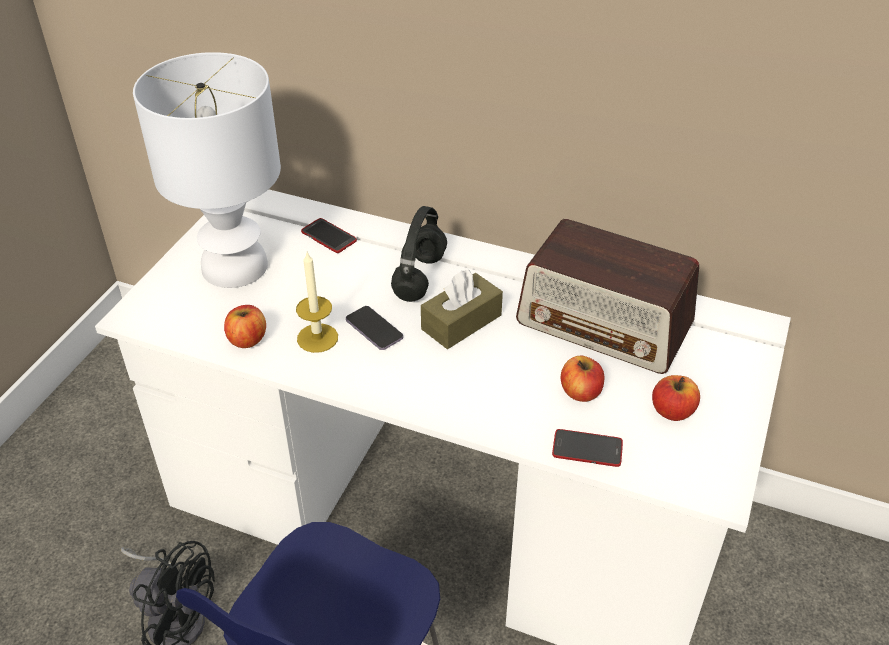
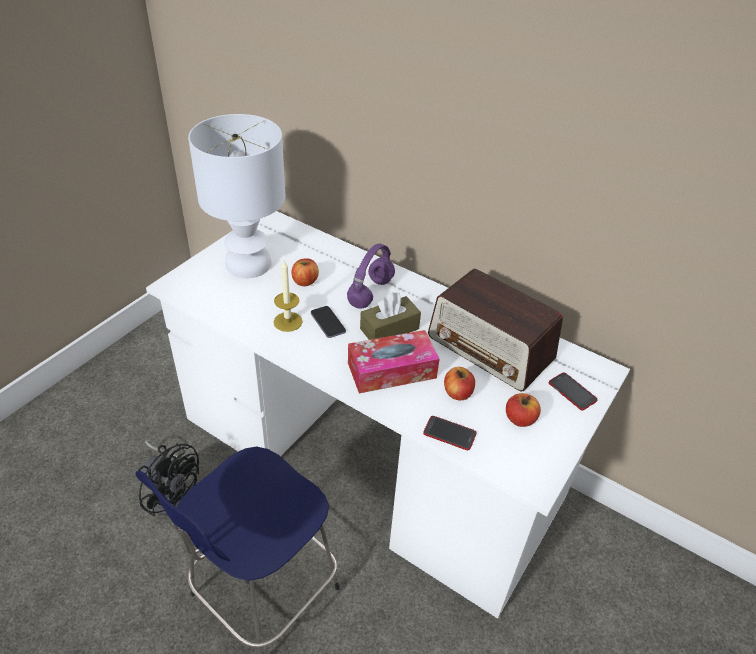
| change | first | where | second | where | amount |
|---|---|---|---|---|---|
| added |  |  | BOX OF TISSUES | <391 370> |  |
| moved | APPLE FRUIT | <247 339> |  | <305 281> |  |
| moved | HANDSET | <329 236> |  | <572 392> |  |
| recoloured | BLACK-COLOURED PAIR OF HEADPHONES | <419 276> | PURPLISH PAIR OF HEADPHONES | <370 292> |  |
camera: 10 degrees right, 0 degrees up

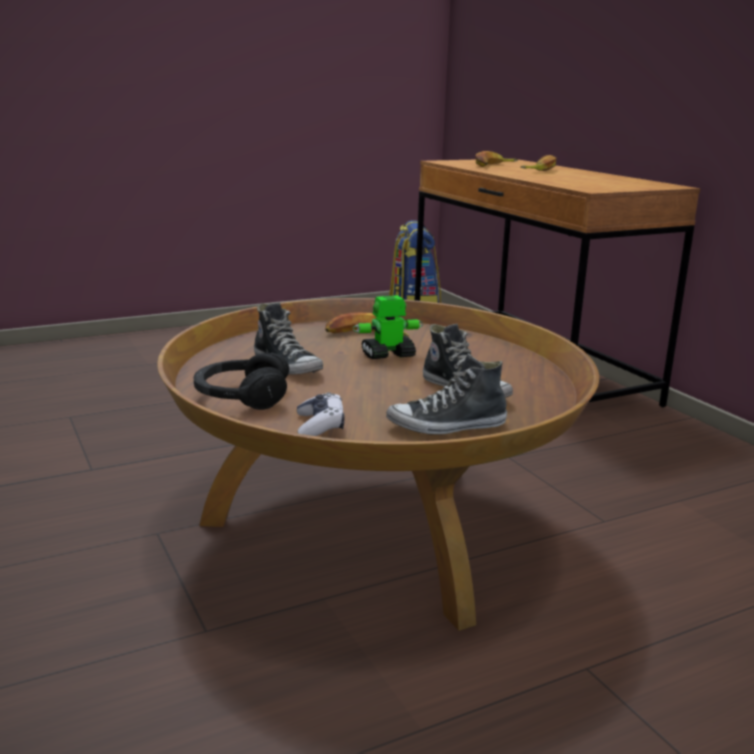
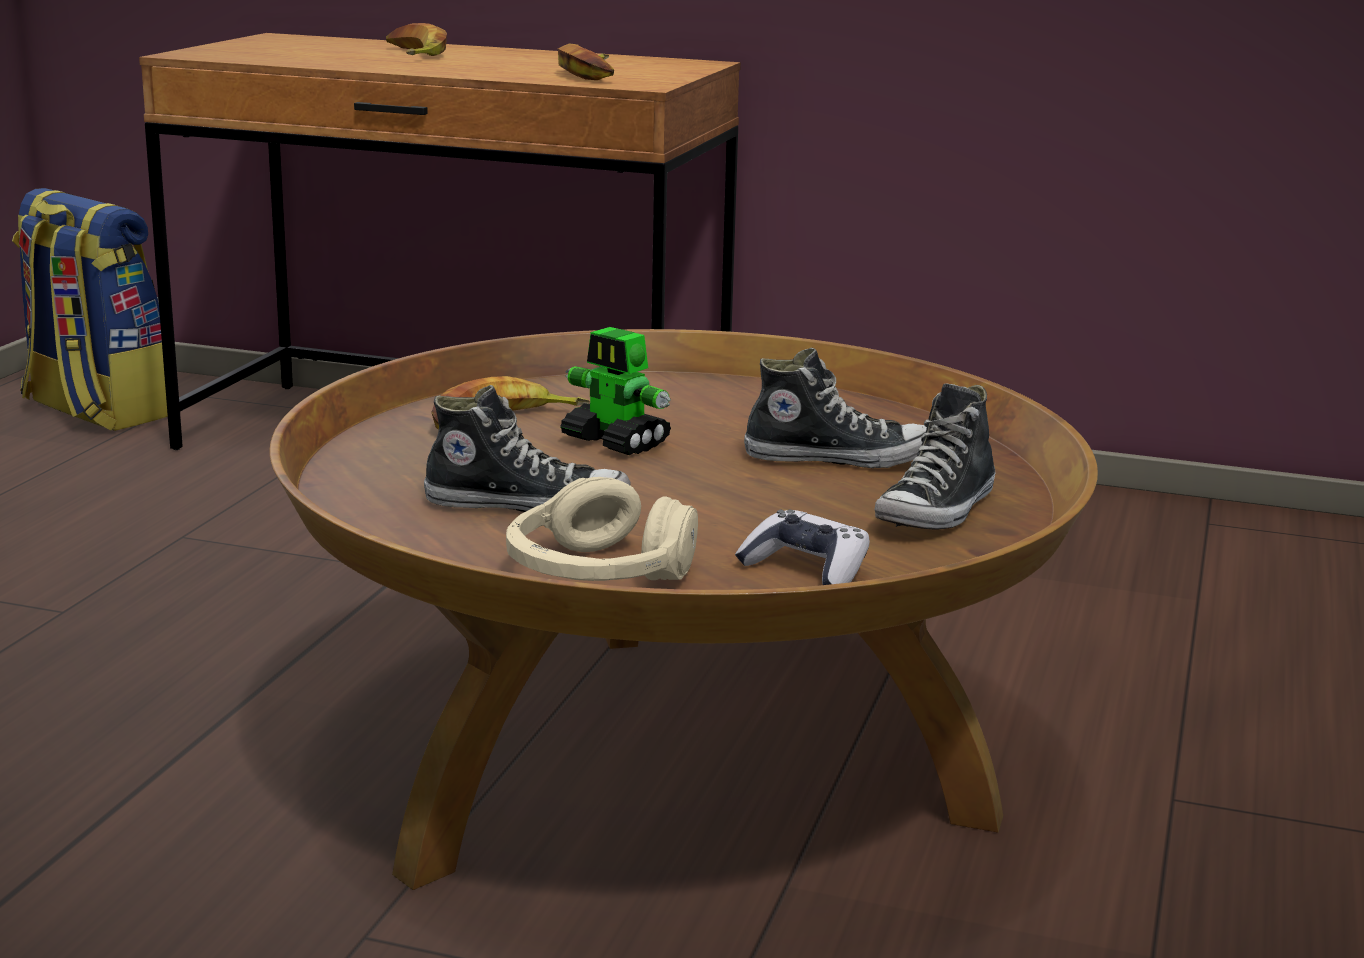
| change | first | where | second | where | amount |
|---|---|---|---|---|---|
| moved | BANANA FRUIT | <493 165> |  | <592 74> |  |
| recoloured | BLACK-COLOURED PAIR OF HEADPHONES | <241 397> | BEIGE-COLOURED PAIR OF HEADPHONES | <597 573> |  |
| turned | ROBOT FIGURE | <387 355> |  | <616 442> | 75 degrees counterclockwise |
camera: 45 degrees left, 0 degrees up

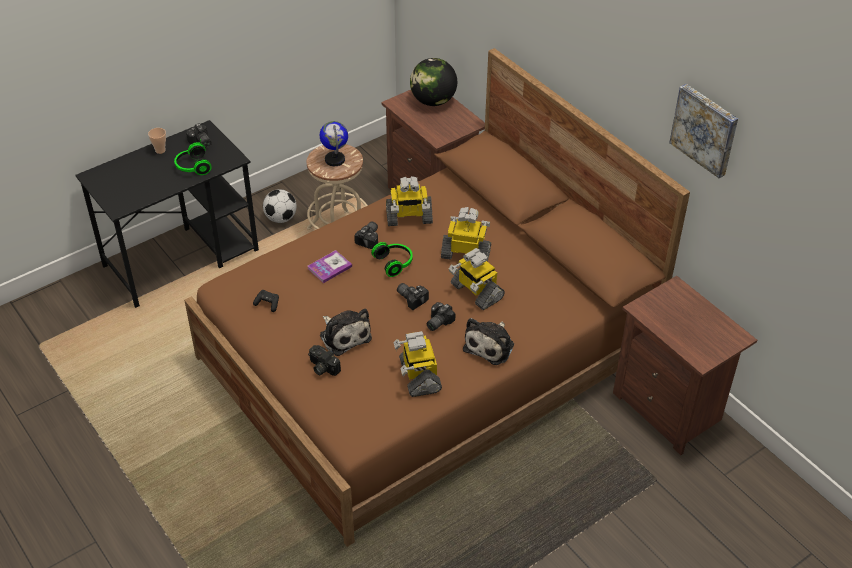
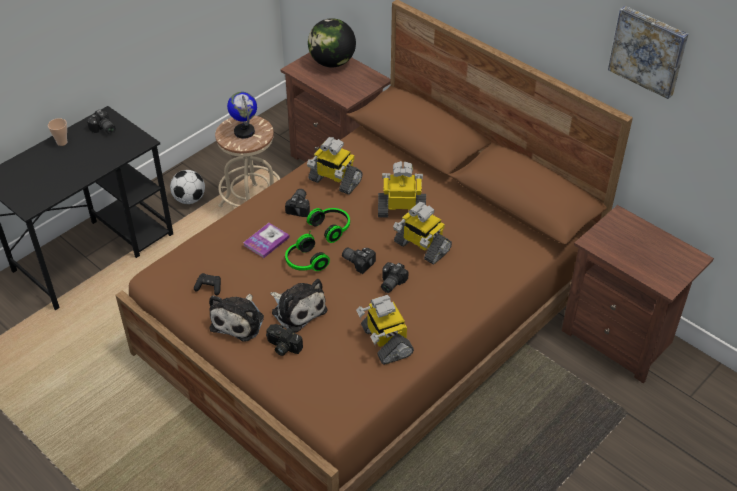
| change | first | where | second | where | amount |
|---|---|---|---|---|---|
| moved | PAIR OF HEADPHONES | <192 167> |  | <304 262> |  |
| moved | CUDDLY TOY | <490 345> |  | <239 321> |  |
| turned | ROBOT FIGURE | <409 218> |  | <334 181> | 45 degrees clockwise |
camera: 10 degrees left, 0 degrees up

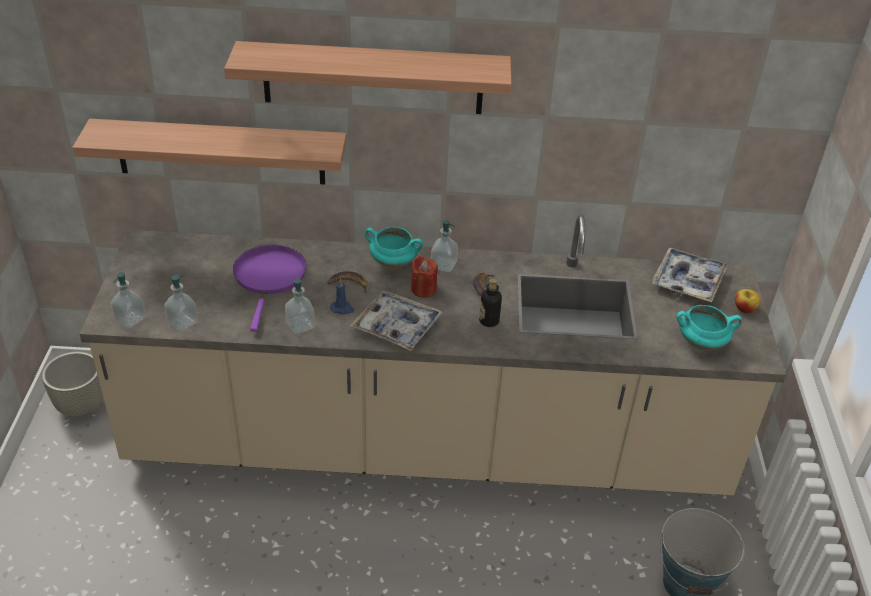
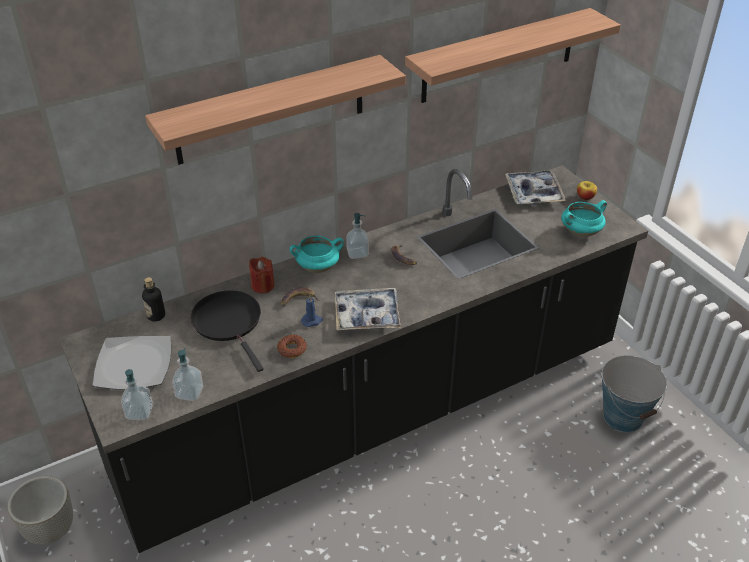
| change | first | where | second | where | amount |
|---|---|---|---|---|---|
| added |  |  | FLAT DISH | <133 365> |  |
| moved | SHELF | <220 152> |  | <499 56> |  |
| moved | REDDISH WAX CANDLE | <423 289> |  | <262 285> |  |
| moved | BOTTLE | <489 321> |  | <156 316> |  |
| replaced | SOAP BOTTLE | <300 325> | RING DOUGHNUT | <291 349> |  |
| recoloured | BEIGE-COLOURED COUNTER | <428 444> | BLACK-COLOURED COUNTER | <374 411> |  |
| recoloured | PURPLISH PAN | <269 278> | BLACK-COLOURED PAN | <229 323> |  |
camera: 30 degrees left, 0 degrees up

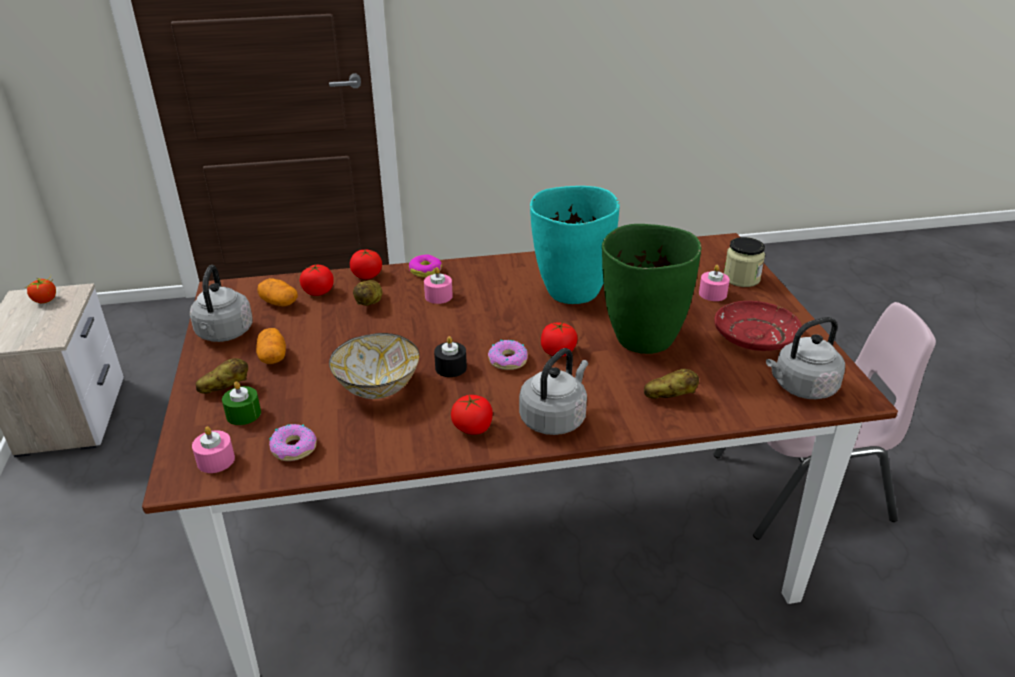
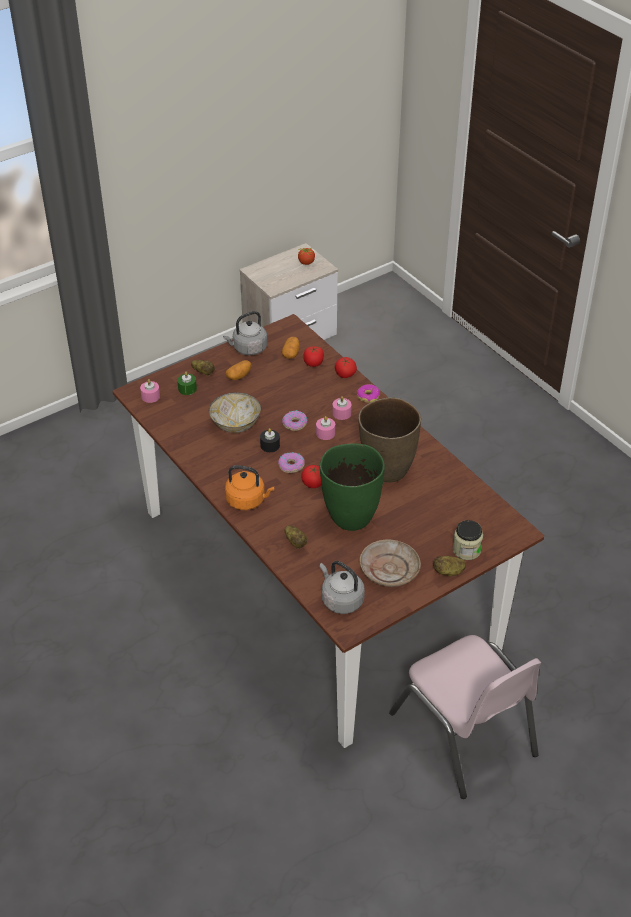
| change | first | where | second | where | amount |
|---|---|---|---|---|---|
| removed | TOMATO | <472 428> |  |  |  |
| moved | RING DOUGHNUT | <294 448> |  | <295 423> |  |
| moved | SPUD | <370 302> |  | <449 572> |  |
| moved | PINK WAX CANDLE | <712 294> |  | <325 433> |  |
| recoloured | GREY TEA KETTLE | <555 418> | ORANGE-COLOURED TEA KETTLE | <247 500> |  |
| recoloured | TURQUOISE-COLOURED VASE | <571 292> | BROWN-COLOURED VASE | <386 470> |  |
| recoloured | REDDISH FLAT DISH | <754 336> | BEIGE-COLOURED FLAT DISH | <389 569> |  |
camera: 65 degrees right, 10 degrees up

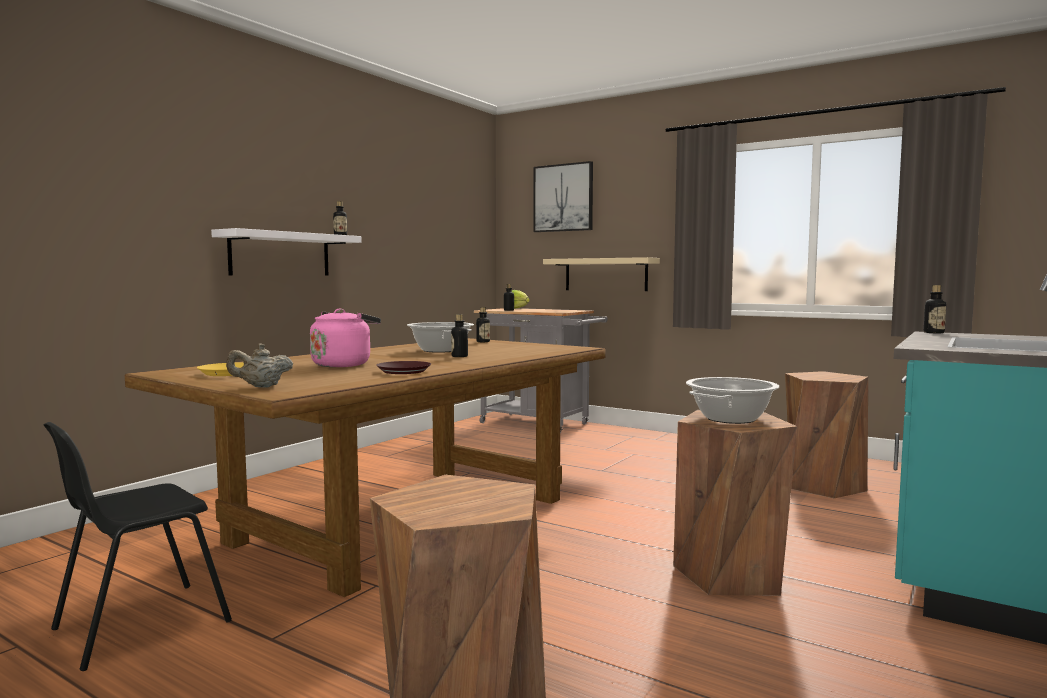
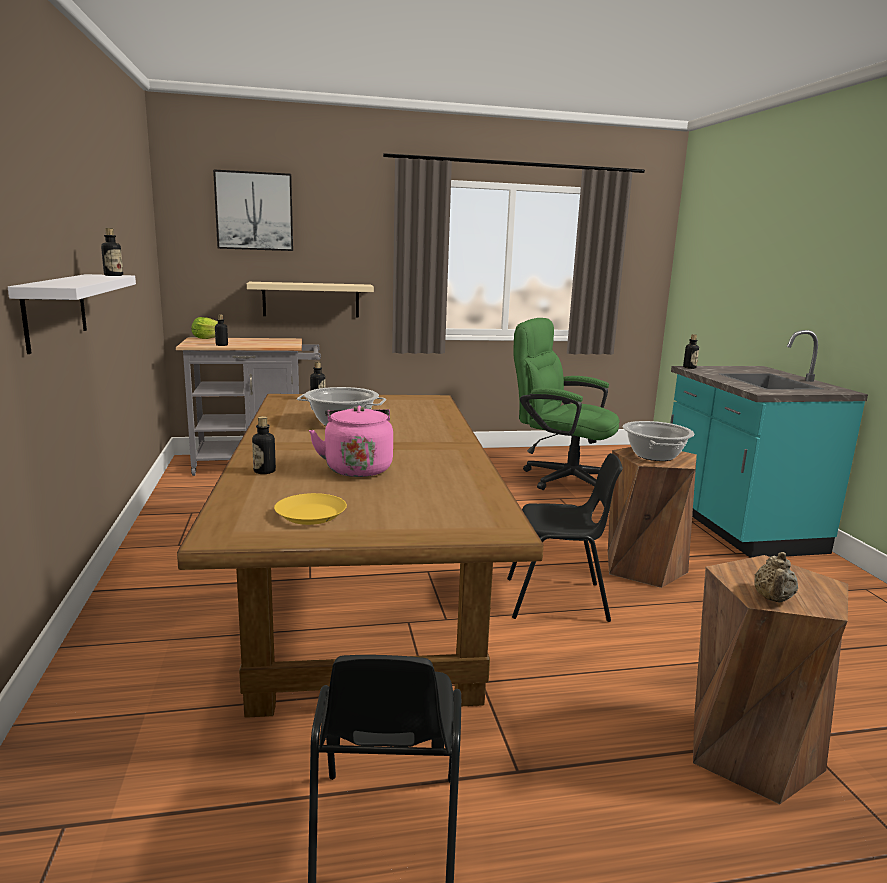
| change | first | where | second | where | amount |
|---|---|---|---|---|---|
| removed | BROWN-COLOURED FLAT DISH | <404 371> |  |  |  |
| added |  |  | BLACK-COLOURED PLAIN CHAIR | <558 600> |  |
| moved | BEIGE-COLOURED TEA POT | <261 387> |  | <773 599> |  |
| moved | BOTTLE | <459 356> |  | <264 471> |  |
| replaced | BROWN-COLOURED STOOL SEAT | <822 486> | GREEN-COLOURED OFFICE CHAIR | <561 478> |  |
camera: 45 degrees left, 10 degrees up

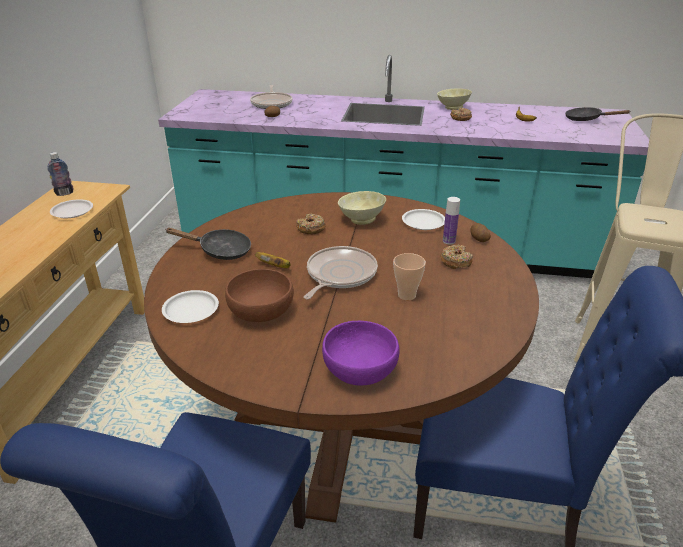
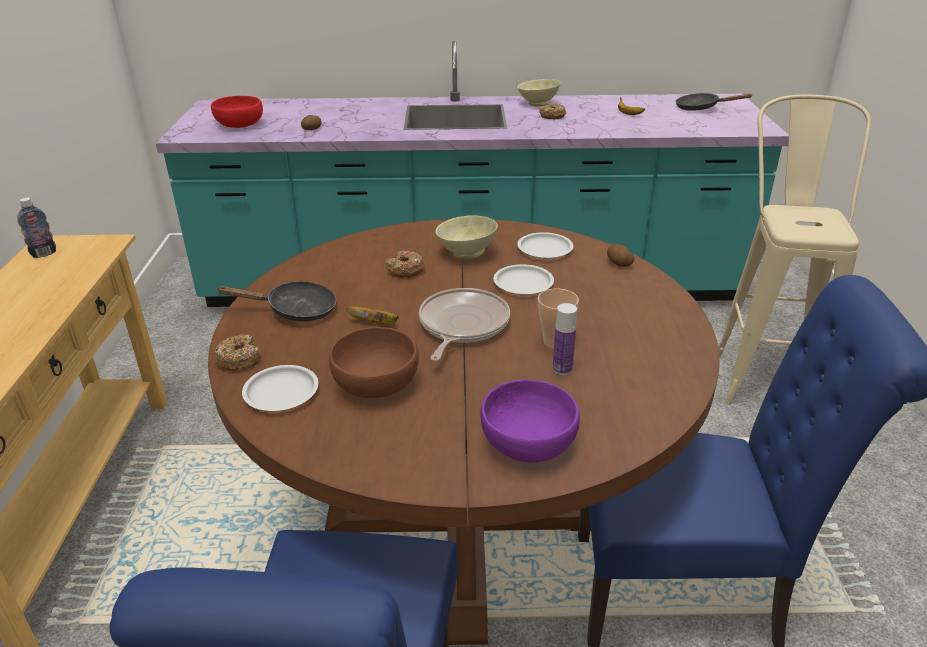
| change | first | where | second | where | amount |
|---|---|---|---|---|---|
| removed | PAN | <272 103> |  |  |  |
| added |  |  | REDDISH SERVING BOWL | <239 125> |  |
| moved | WHITE-COLOURED FLAT DISH | <72 211> |  | <523 283> |  |
| moved | RING DOUGHNUT | <455 261> |  | <239 359> |  |
| moved | BOTTLE | <449 241> |  | <562 369> |  |
camera: 10 degrees left, 0 degrees up

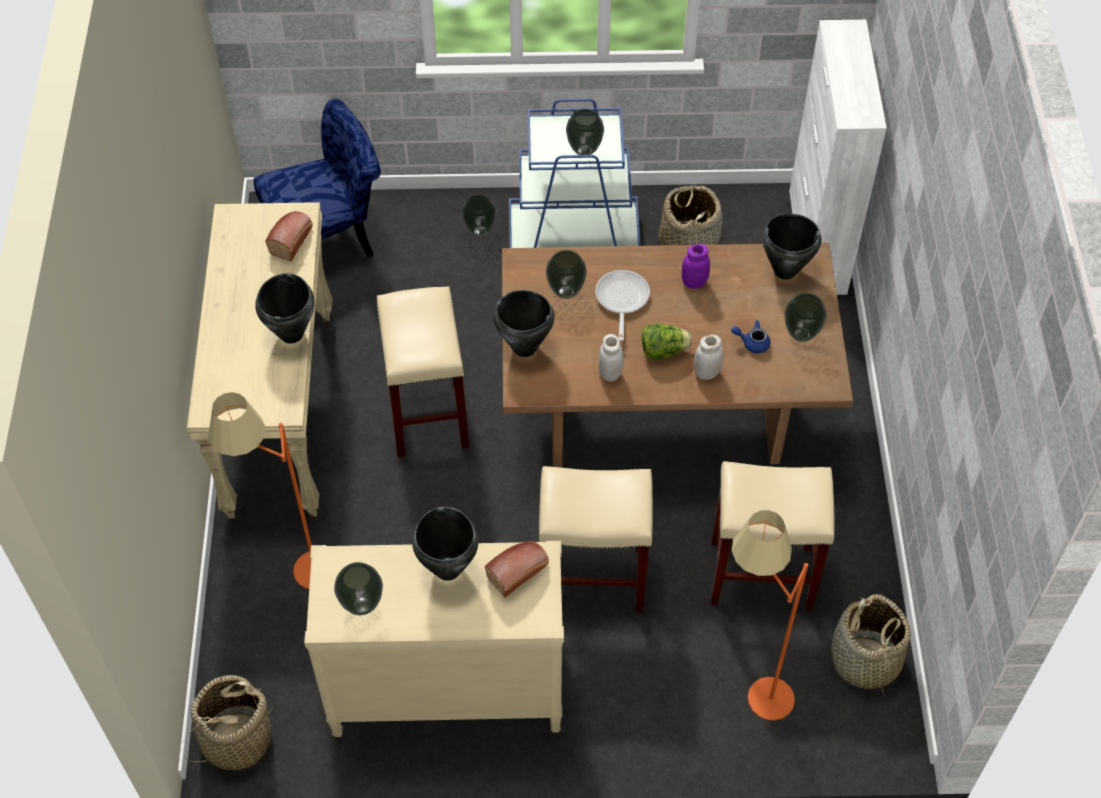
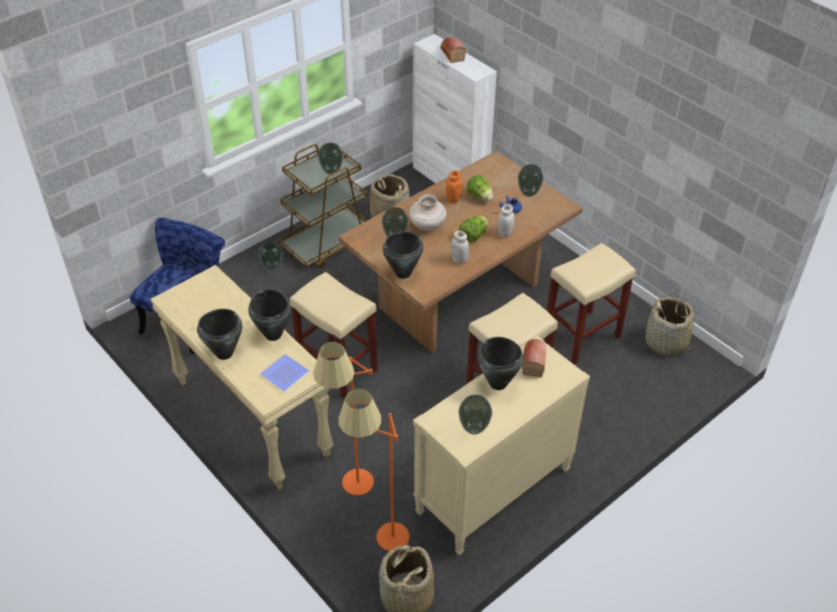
| change | first | where | second | where | amount |
|---|---|---|---|---|---|
| added |  |  | FLAT DISH | <283 374> |  |
| added |  |  | HEAD OF LETTUCE | <480 197> |  |
| moved | BREAD | <292 239> |  | <451 54> |  |
| moved | ORANGE-COLOURED STANDARD LAMP | <749 695> |  | <379 543> |  |
| moved | BLACK-COLOURED COOKING POT | <784 270> |  | <224 353> |  |
| replaced | PAN | <621 300> | BEIGE-COLOURED VASE | <427 226> |  |
| recoloured | BLUE WHEELED CART | <574 239> | BROWN-COLOURED WHEELED CART | <327 243> |  |
| recoloured | PURPLISH JAR | <694 282> | ORANGE-COLOURED JAR | <453 199> |  |
camera: 40 degrees left, 10 degrees down

